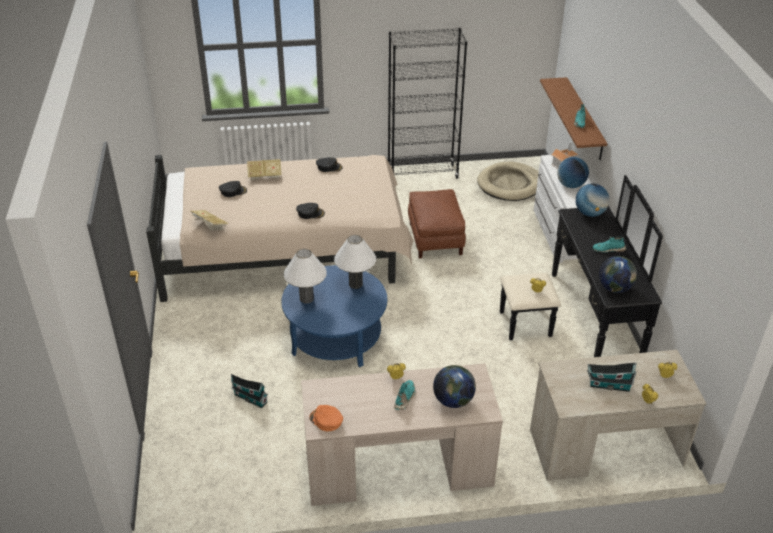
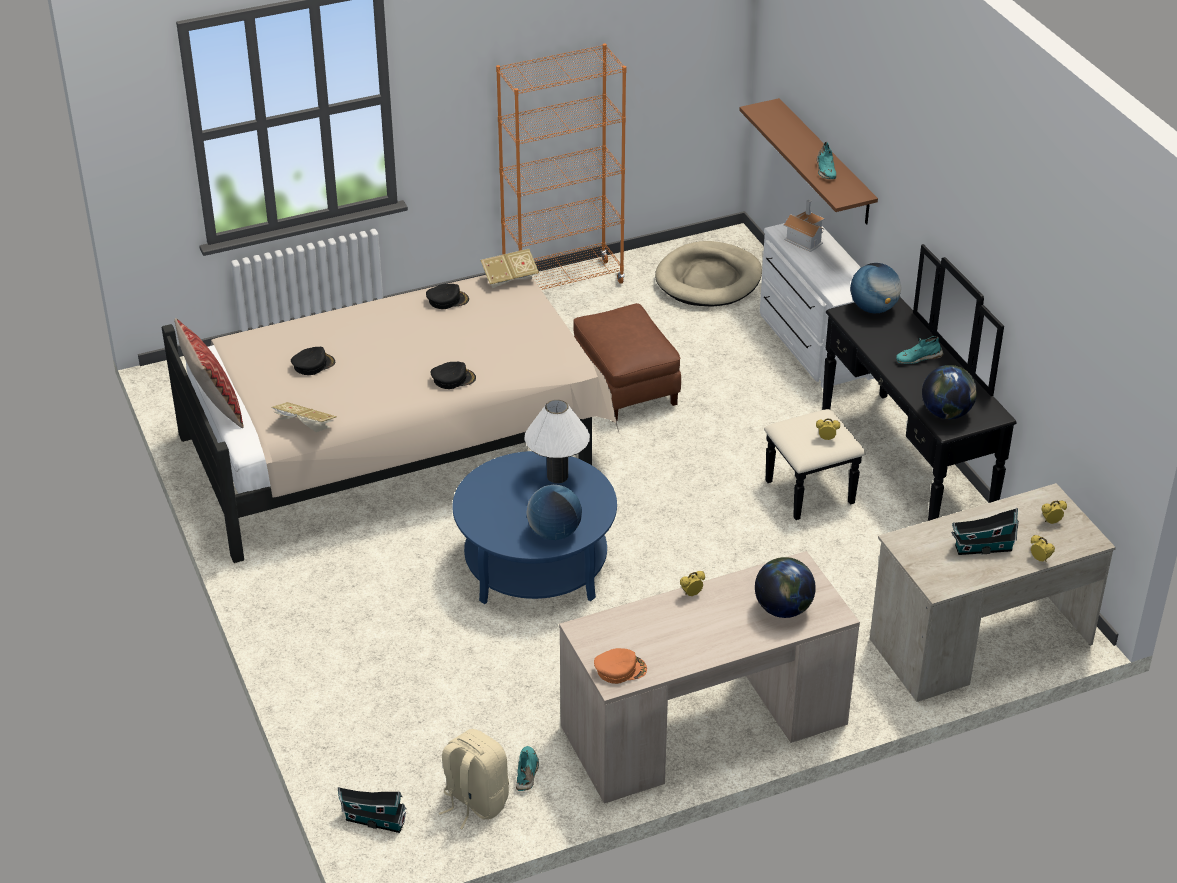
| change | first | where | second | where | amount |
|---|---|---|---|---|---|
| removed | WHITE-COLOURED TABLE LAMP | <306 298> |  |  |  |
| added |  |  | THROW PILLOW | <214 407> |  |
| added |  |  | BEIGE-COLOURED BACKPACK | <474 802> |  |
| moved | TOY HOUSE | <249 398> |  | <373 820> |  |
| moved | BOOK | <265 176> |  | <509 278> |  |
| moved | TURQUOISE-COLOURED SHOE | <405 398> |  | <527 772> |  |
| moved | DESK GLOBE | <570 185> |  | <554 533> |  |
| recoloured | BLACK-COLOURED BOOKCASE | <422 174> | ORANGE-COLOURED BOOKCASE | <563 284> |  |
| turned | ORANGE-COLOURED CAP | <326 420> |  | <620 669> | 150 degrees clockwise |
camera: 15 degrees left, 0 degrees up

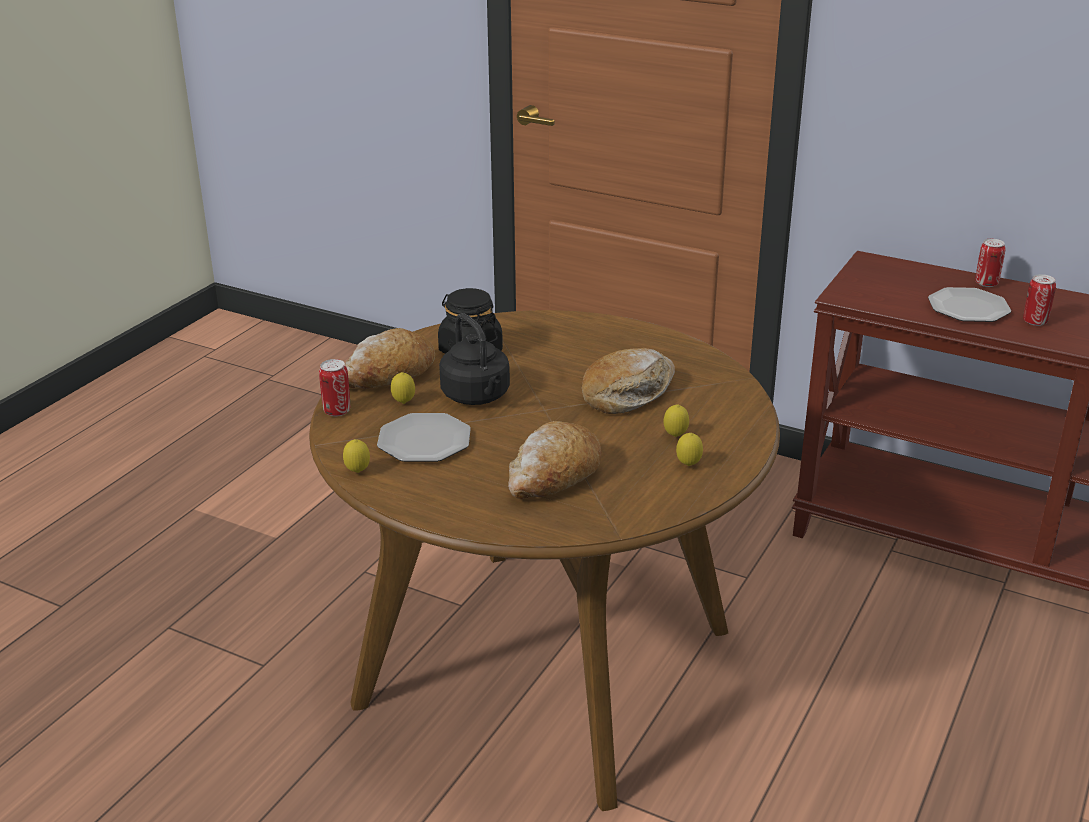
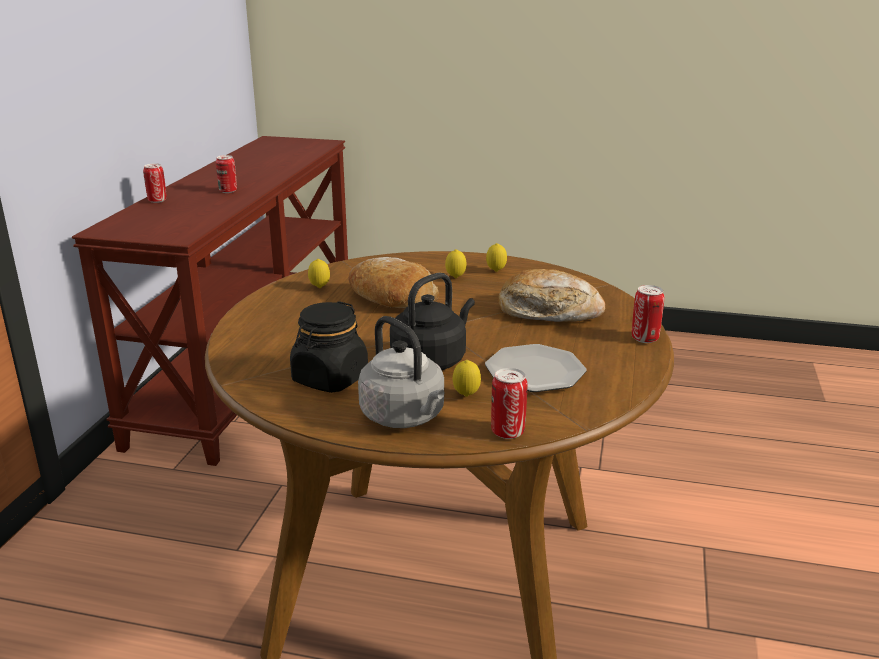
| change | first | where | second | where | amount |
|---|---|---|---|---|---|
| removed | FLAT DISH | <968 308> |  |  |  |
| added |  |  | METAL CAN | <645 338> |  |
| moved | LEMON | <357 472> |  | <319 288> |  |
| replaced | BREAD | <389 375> | GREY TEA KETTLE | <405 417> |  |
camera: 105 degrees left, 5 degrees down

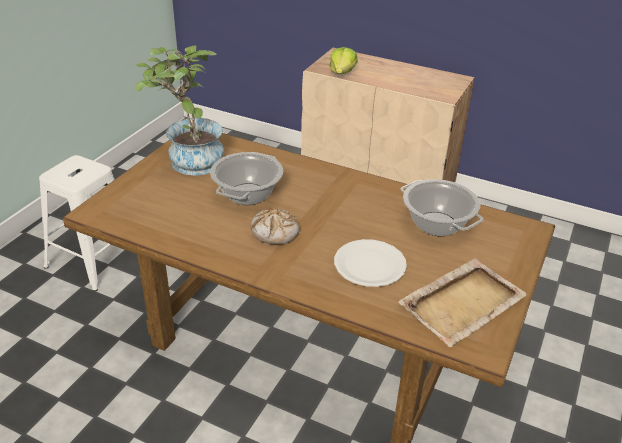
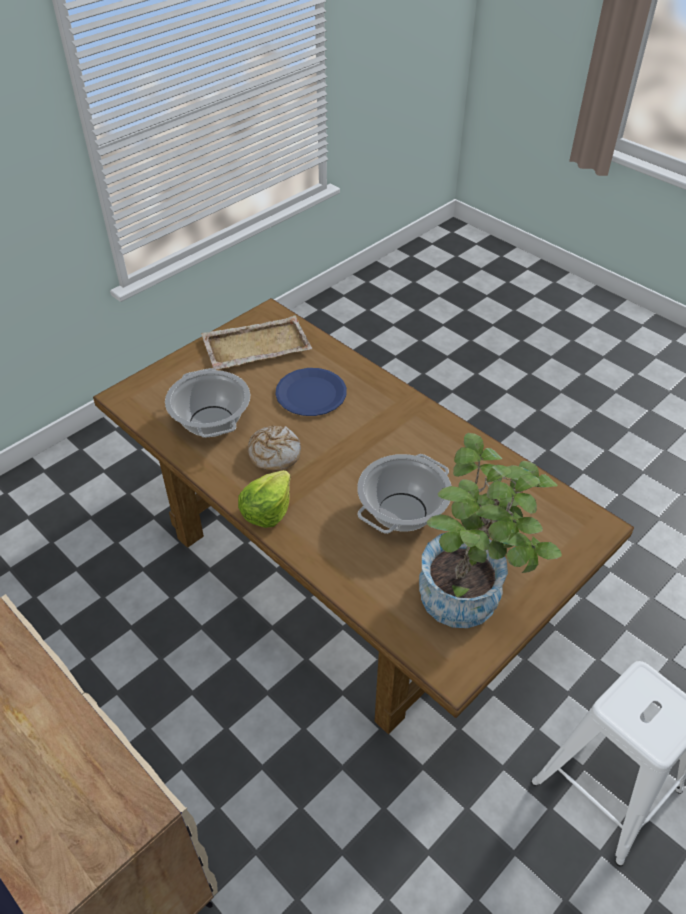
| change | first | where | second | where | amount |
|---|---|---|---|---|---|
| moved | BREAD | <275 232> |  | <274 453> |  |
| moved | HEAD OF LETTUCE | <342 73> |  | <267 510> |  |
| recoloured | WHITE-COLOURED FLAT DISH | <370 264> | BLUE FLAT DISH | <311 394> |  |
camera: 160 degrees left, 10 degrees up

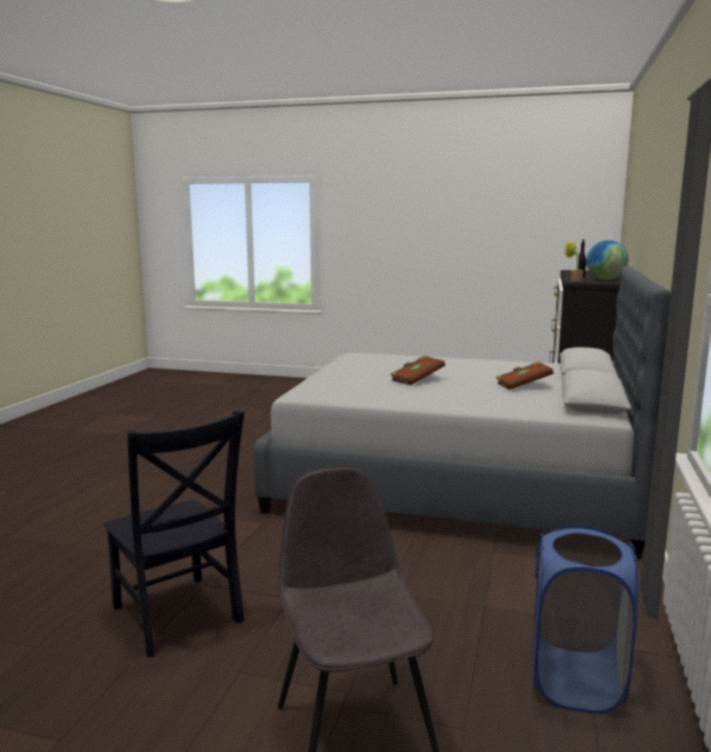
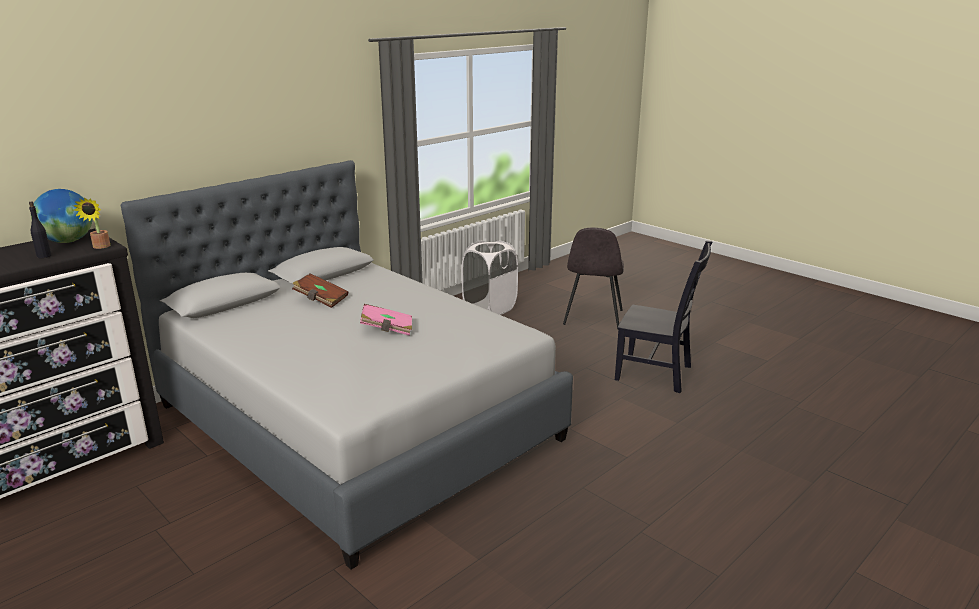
| change | first | where | second | where | amount |
|---|---|---|---|---|---|
| recoloured | BROWN-COLOURED BOOK | <416 380> | PINK BOOK | <387 330> |  |
| recoloured | BLUE HAMPER | <576 681> | WHITE-COLOURED HAMPER | <489 308> |  |
| turned | BLACK-COLOURED PLAIN CHAIR | <178 617> |  | <657 374> | 120 degrees clockwise |
camera: 150 degrees left, 10 degrees up

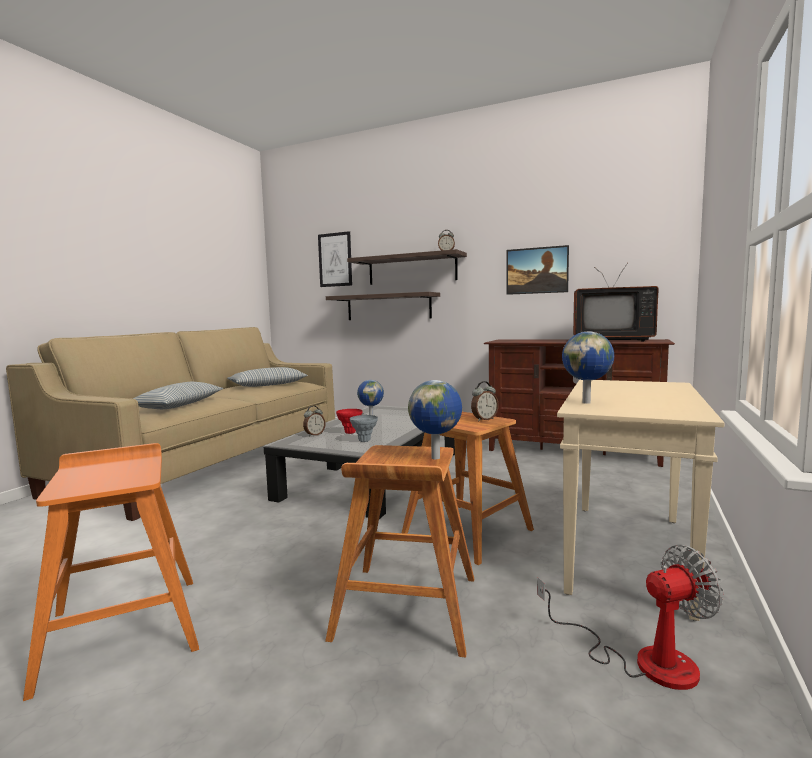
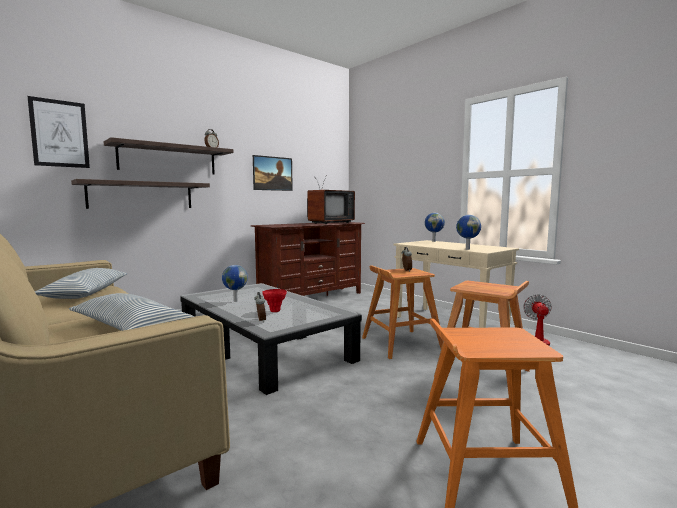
| change | first | where | second | where | amount |
|---|---|---|---|---|---|
| removed | GREY VASE | <364 441> |  |  |  |
| moved | DESK GLOBE | <437 458> |  | <434 241> |  |
camera: 65 degrees left, 0 degrees up

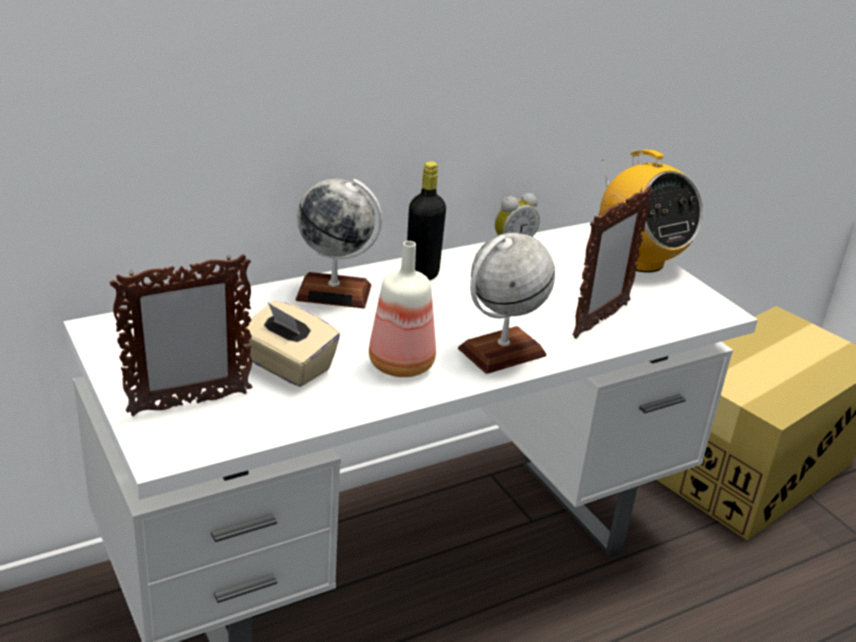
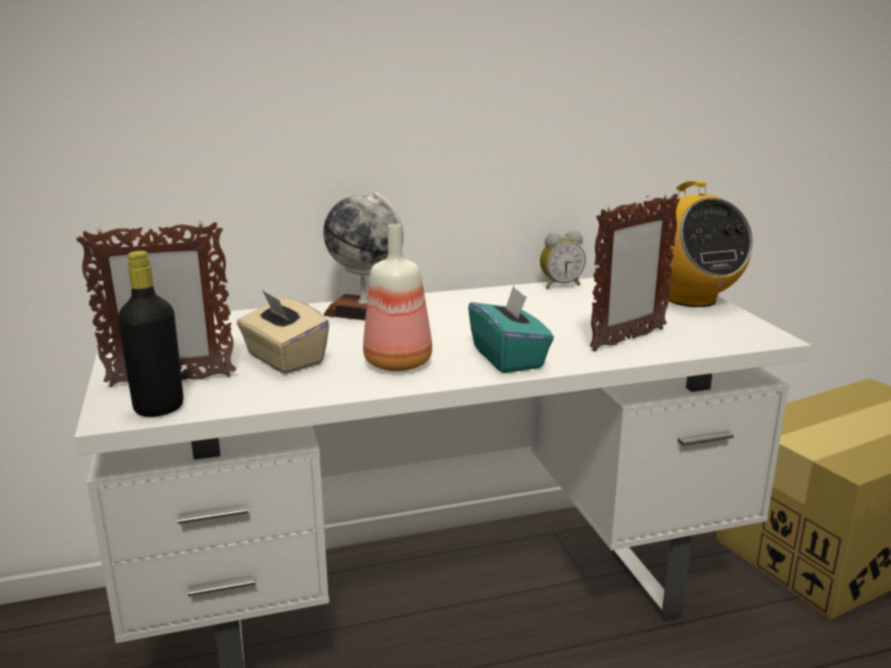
| change | first | where | second | where | amount |
|---|---|---|---|---|---|
| moved | BLACK-COLOURED BOTTLE | <422 274> |  | <159 408> |  |
| replaced | DESK GLOBE | <502 352> | TURQUOISE-COLOURED BOX OF TISSUES | <509 358> |  |
camera: 15 degrees right, 10 degrees down

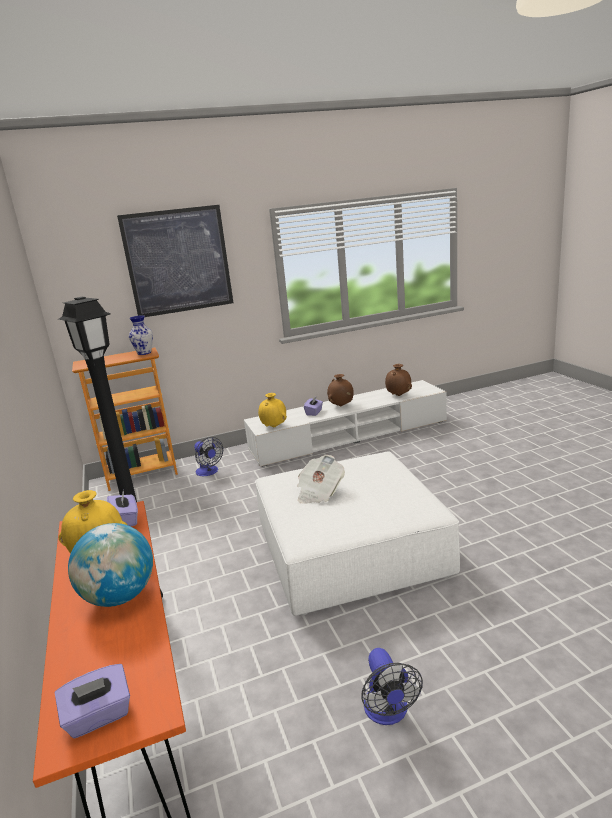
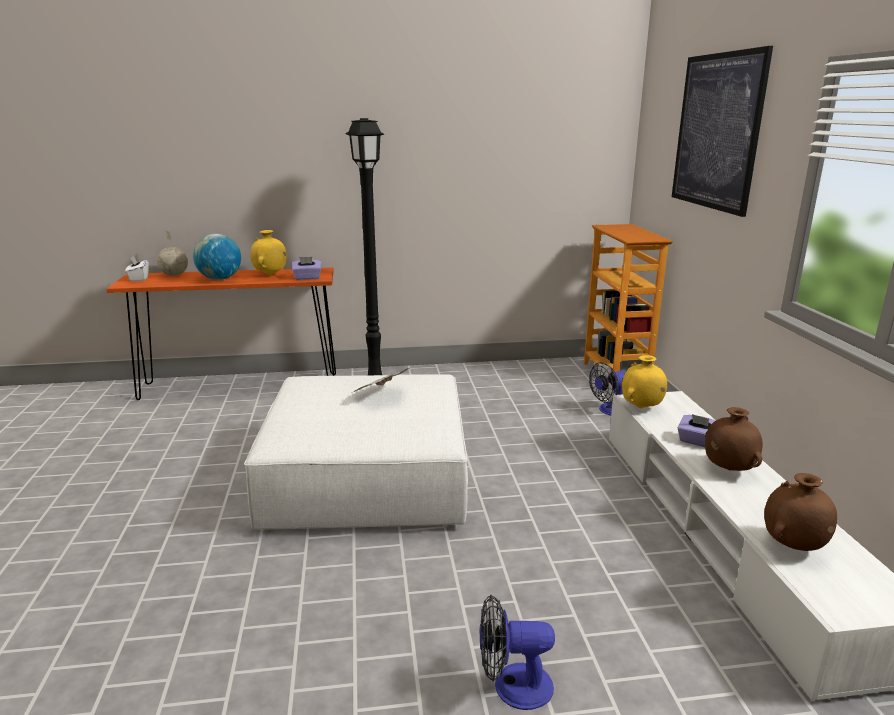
| change | first | where | second | where | amount |
|---|---|---|---|---|---|
| removed | VASE | <144 353> |  |  |  |
| added |  |  | DESK GLOBE | <174 275> |  |
| moved | FAN | <388 712> |  | <512 686> |  |
| recoloured | PURPLISH BOX OF TISSUES | <99 716> | WHITE-COLOURED BOX OF TISSUES | <139 278> |  |
camera: 100 degrees right, 0 degrees up

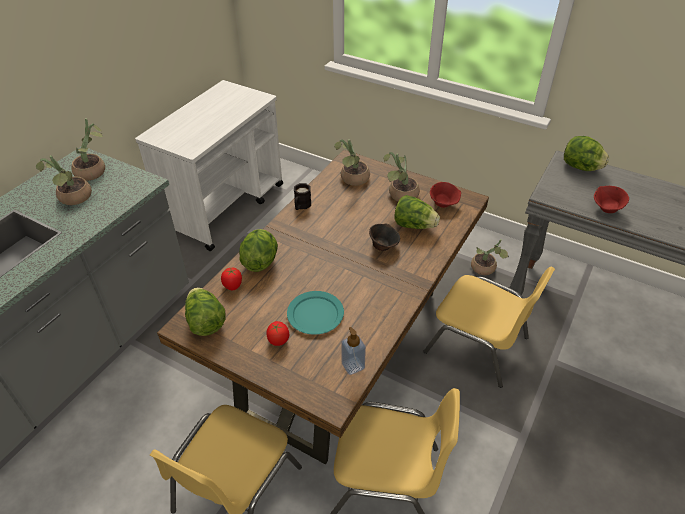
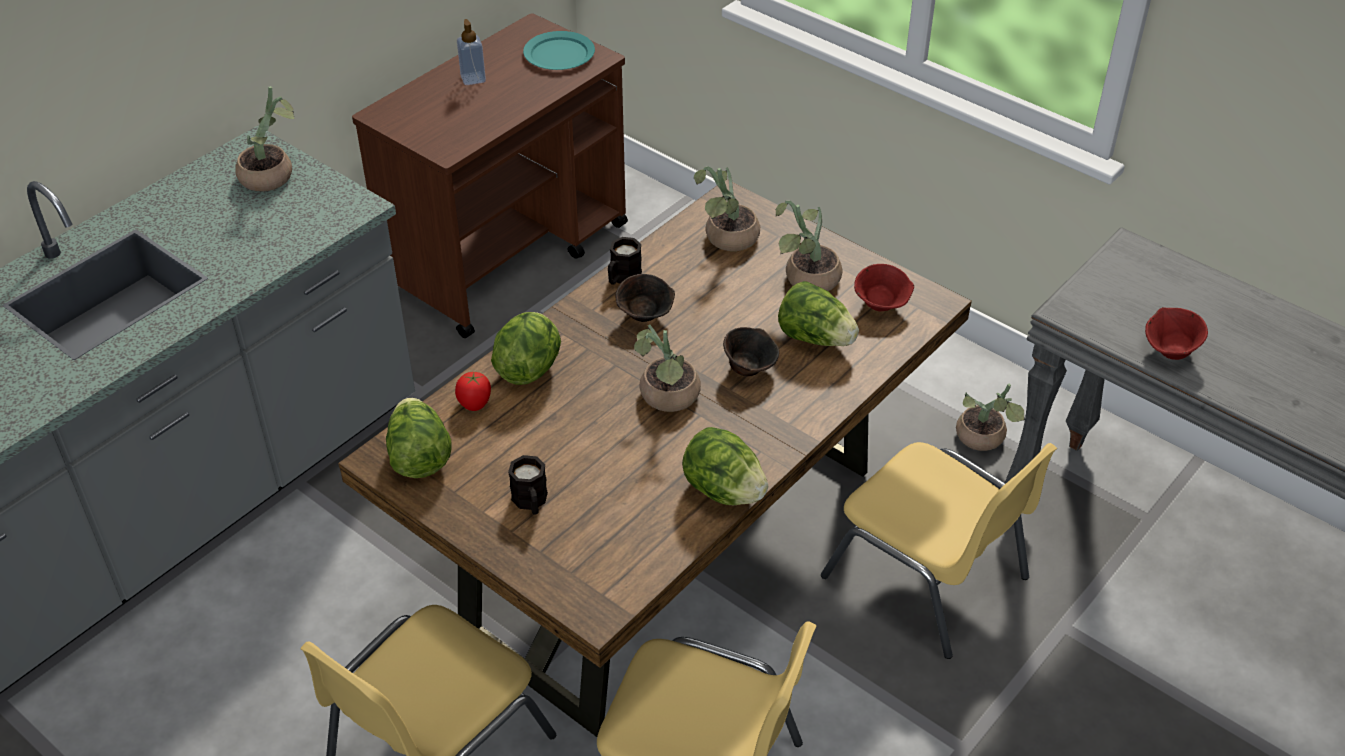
| change | first | where | second | where | amount |
|---|---|---|---|---|---|
| added |  |  | BROWN-COLOURED SERVING BOWL | <645 315> |  |
| moved | PLANT IN A POT | <73 199> |  | <667 399> |  |
| moved | TURQUOISE-COLOURED FLAT DISH | <316 314> |  | <559 54> |  |
| moved | SOAP BOTTLE | <353 365> |  | <473 79> |  |
| moved | HEAD OF LETTUCE | <581 167> |  | <723 491> |  |
| replaced | TOMATO | <278 340> | BLACK-COLOURED MUG | <531 502> |  |
| recoloured | WHITE-COLOURED WHEELED CART | <225 206> | BROWN-COLOURED WHEELED CART | <509 255> |  |
camera: 10 degrees right, 0 degrees up

